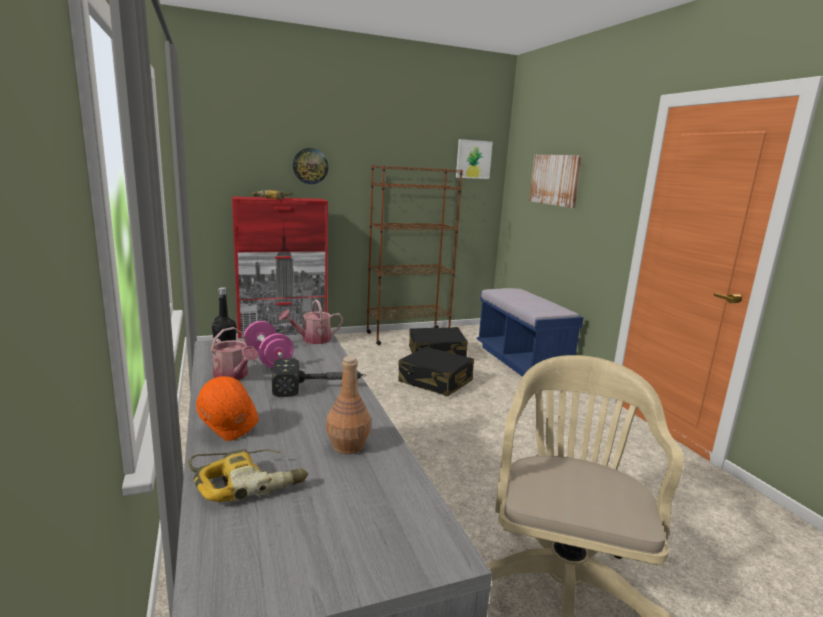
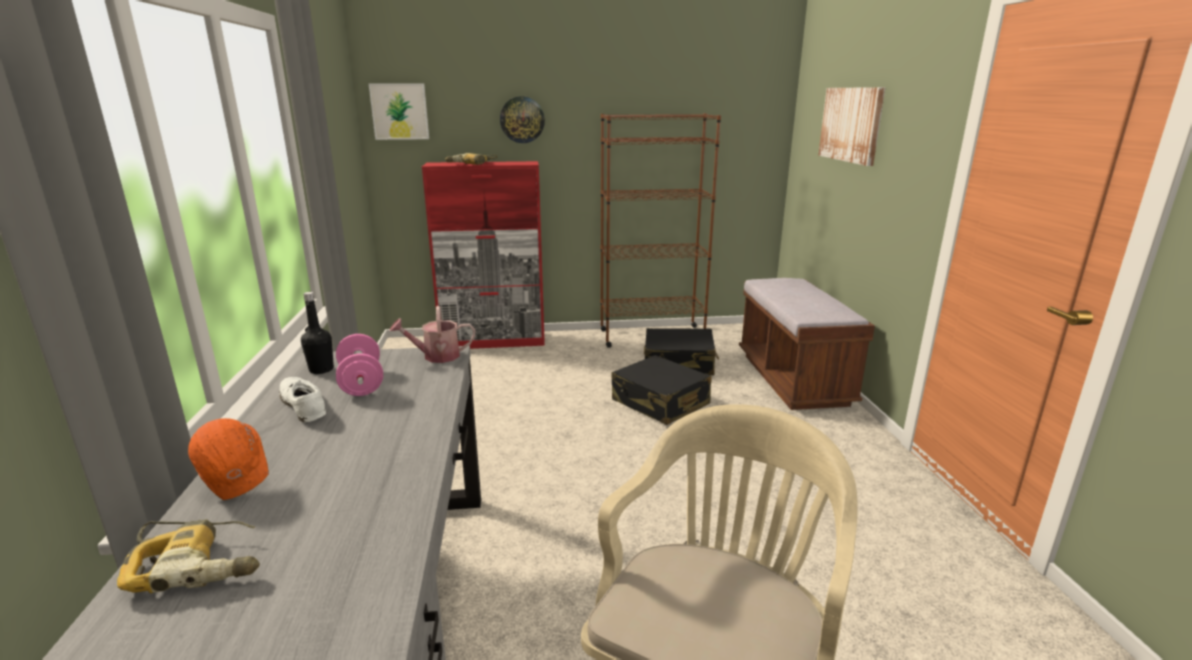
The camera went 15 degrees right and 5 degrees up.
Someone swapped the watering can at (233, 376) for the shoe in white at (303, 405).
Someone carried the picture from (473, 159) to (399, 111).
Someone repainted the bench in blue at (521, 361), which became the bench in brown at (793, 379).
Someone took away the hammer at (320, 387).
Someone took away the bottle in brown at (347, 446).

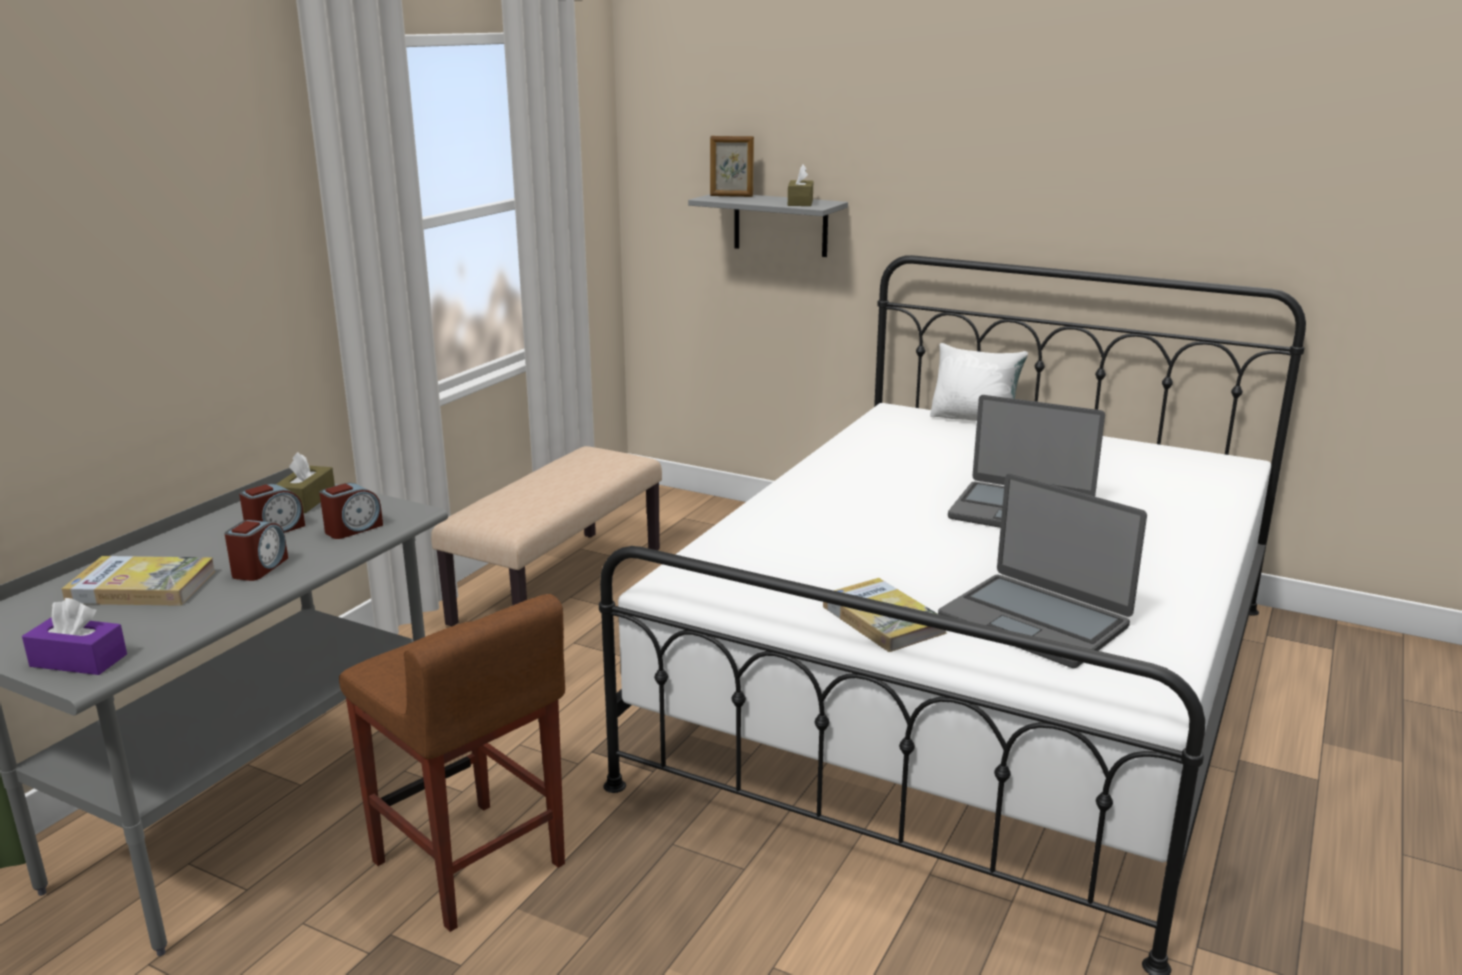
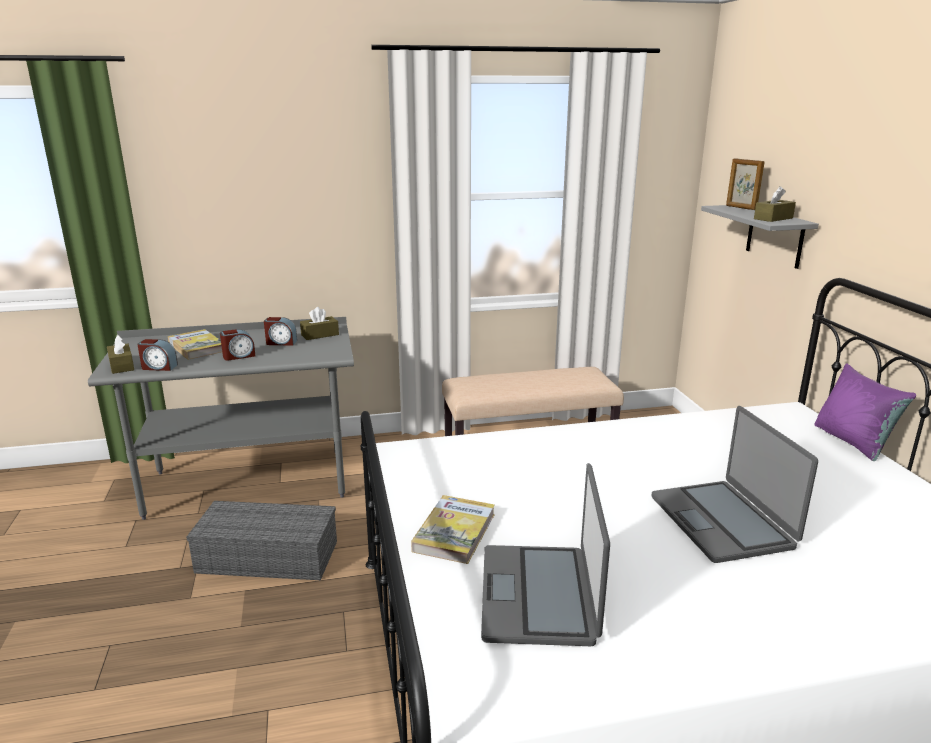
The camera went 50 degrees right and 0 degrees up.
Someone repainted the tissue box in purple at (78, 660), which became the tissue box in brown at (121, 366).
Someone carried the alarm clock from (353, 529) to (159, 367).
Someone swapped the stool in brown at (470, 864) for the storage box in grey at (265, 557).
Someone repainted the pillow in white at (975, 419), which became the pillow in purple at (853, 442).

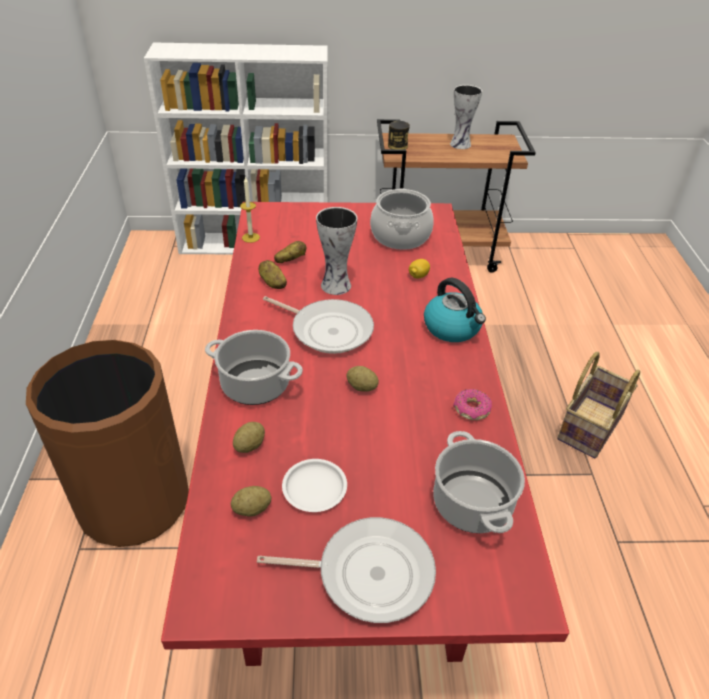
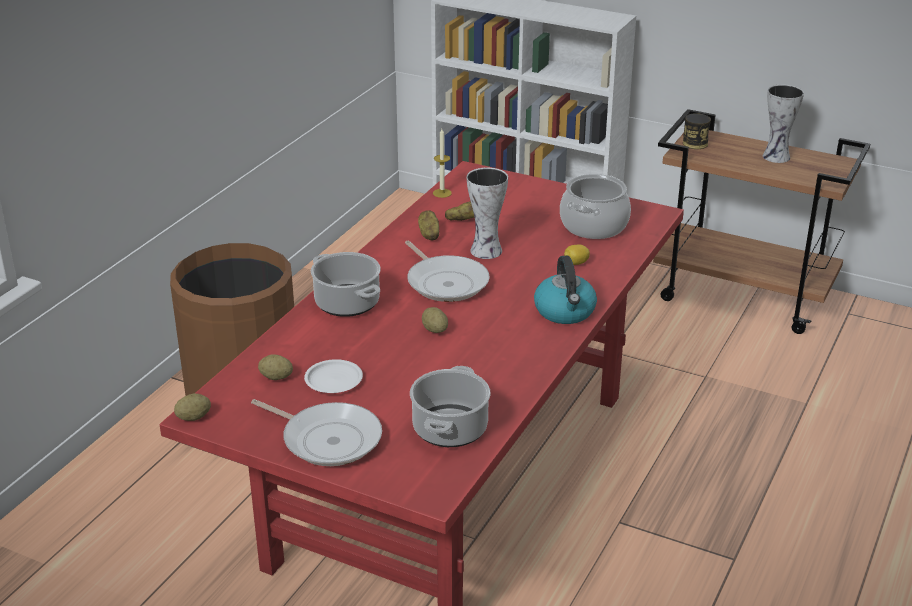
The camera went 30 degrees right and 10 degrees down.
Someone carried the potato from (249, 445) to (193, 417).
Someone took away the donut at (471, 409).
Someone took away the basket at (589, 426).

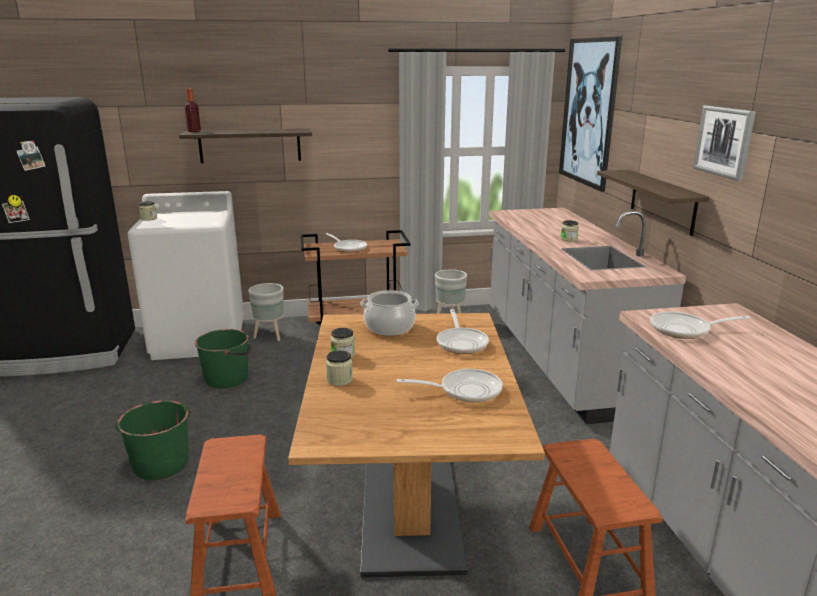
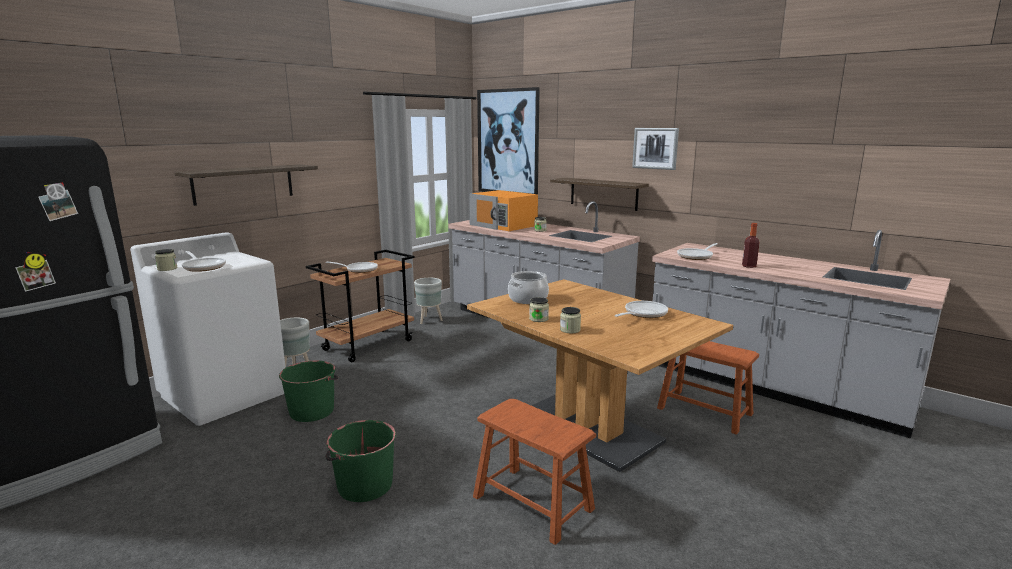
The camera went 40 degrees left and 5 degrees down.
Someone carried the frying pan from (461, 342) to (203, 267).
Someone put down the microwave in orange at (503, 225).
Someone carried the bottle from (194, 131) to (749, 266).

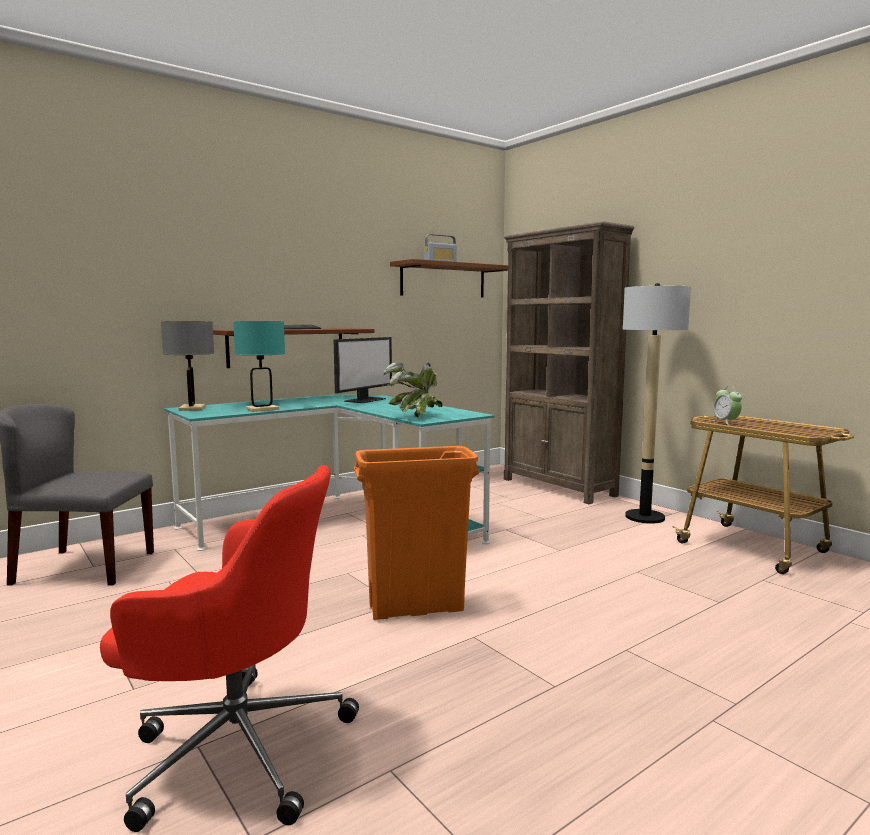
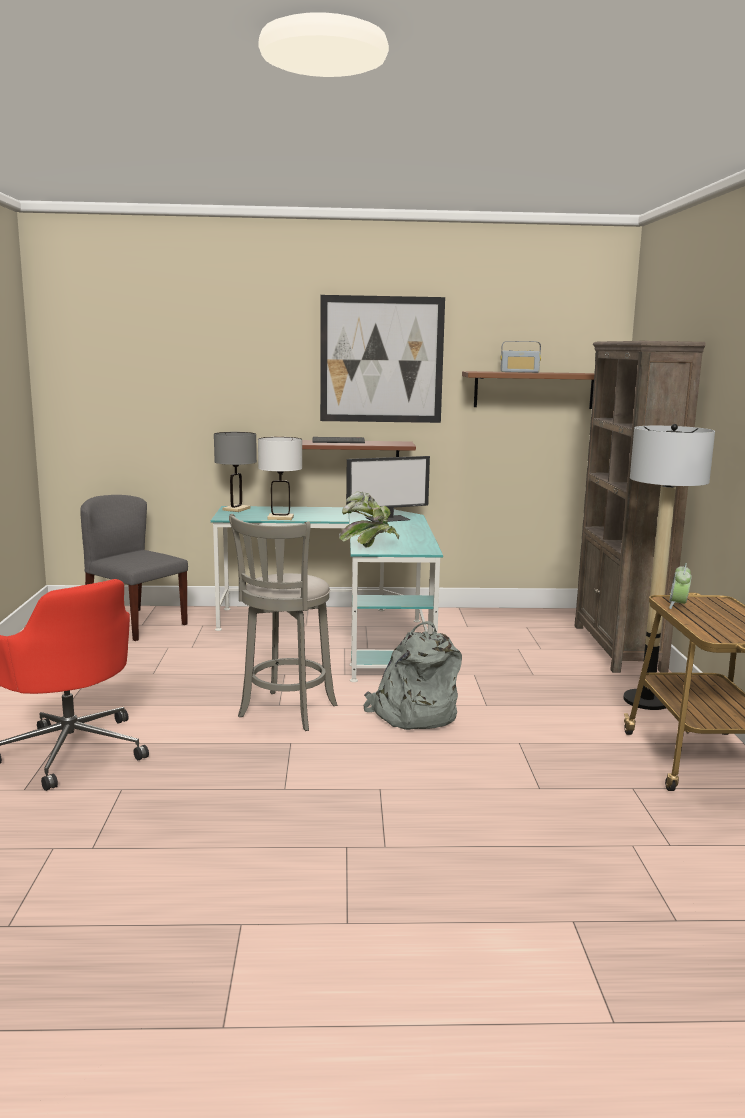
The camera went 35 degrees right and 5 degrees up.
Someone swapped the trash can in orange at (415, 609) for the stool in grey at (285, 713).
Someone repainted the table lamp in turquoise at (262, 409), which became the table lamp in white at (280, 518).
Someone put up the picture at (381, 360).
Someone put down the backpack in grey at (413, 714).

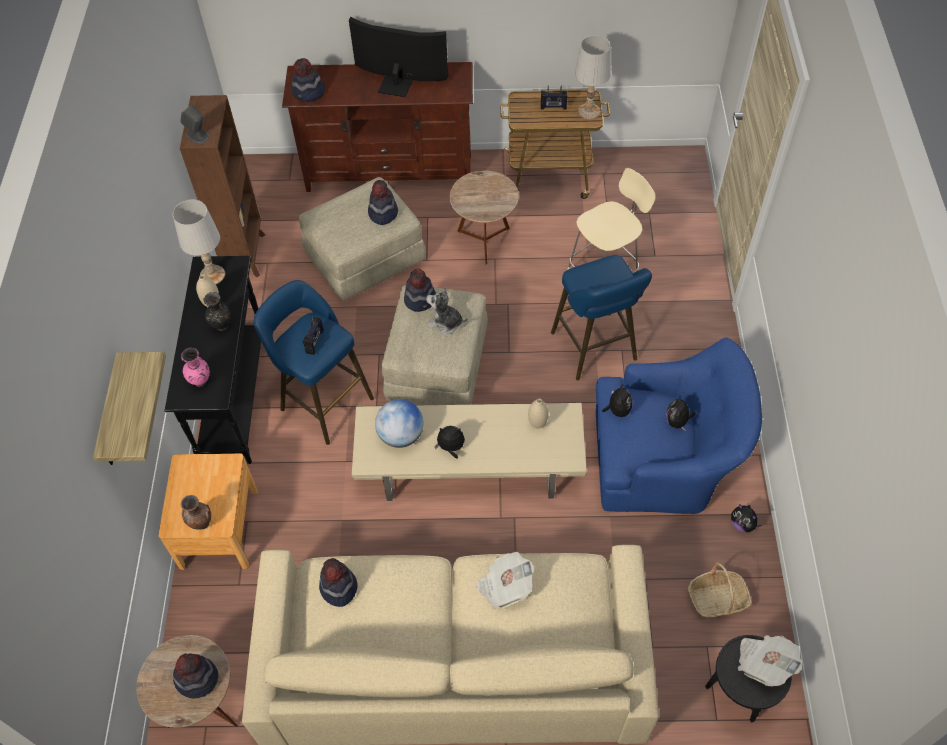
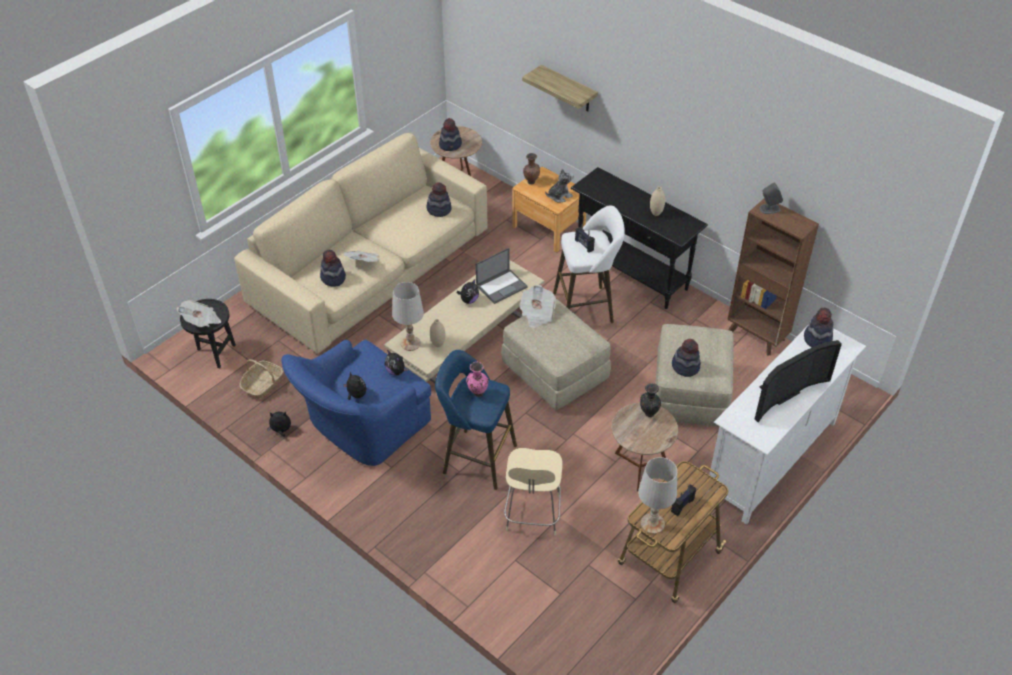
The camera went 130 degrees right and 10 degrees down.
Someone carried the hat from (420, 299) to (333, 278).
Someone carried the table lamp in white from (212, 275) to (410, 343).
Someone carried the vase in pink from (201, 382) to (477, 393).
Someone swapped the globe at (401, 435) for the laptop at (502, 286).
Someone put down the newspaper at (537, 314).
Someone carried the plush toy from (446, 323) to (559, 196).
Someone repainted the stool in blue at (323, 401), which became the stool in white at (587, 307).
Someone carried the vase in black from (222, 327) to (648, 413).
Someone repainted the tv stand in brown at (390, 172), which became the tv stand in white at (772, 460).

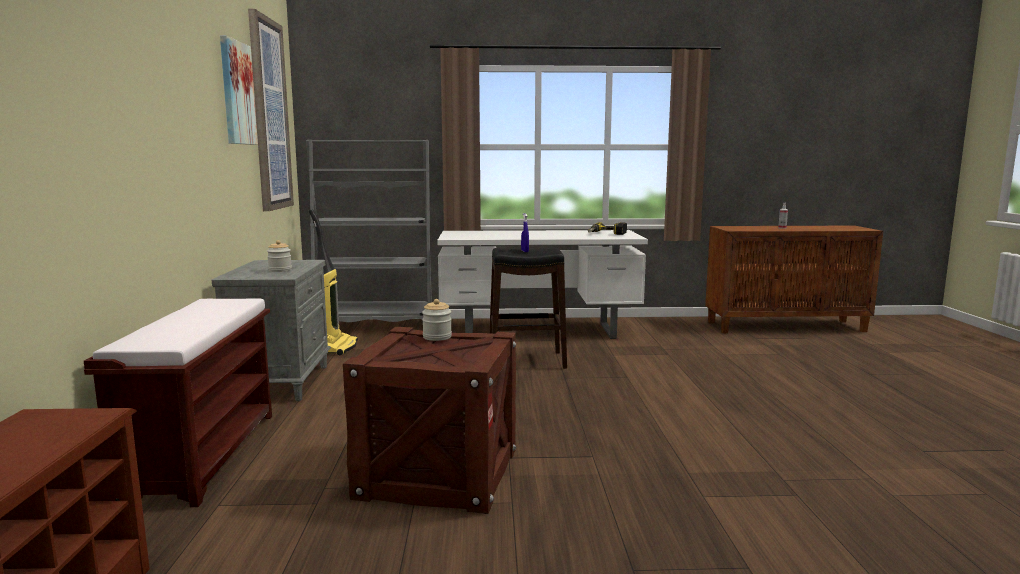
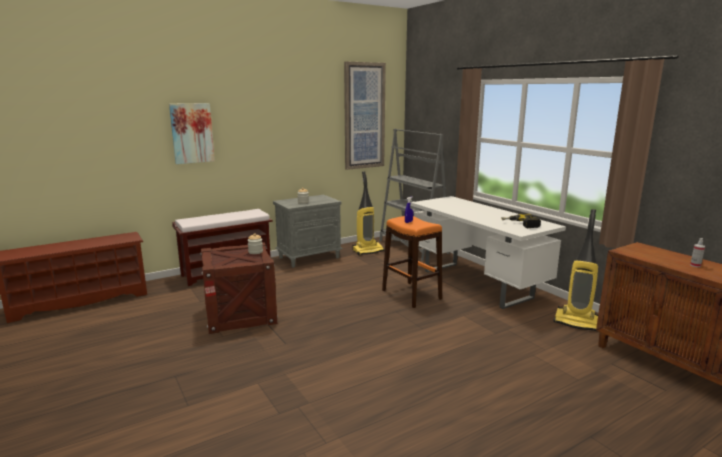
The camera went 60 degrees right and 5 degrees up.
Someone carried the picture from (236, 93) to (192, 133).
Someone repainted the stool in black at (526, 361), which became the stool in orange at (411, 294).
Someone put down the vacuum cleaner at (577, 322).

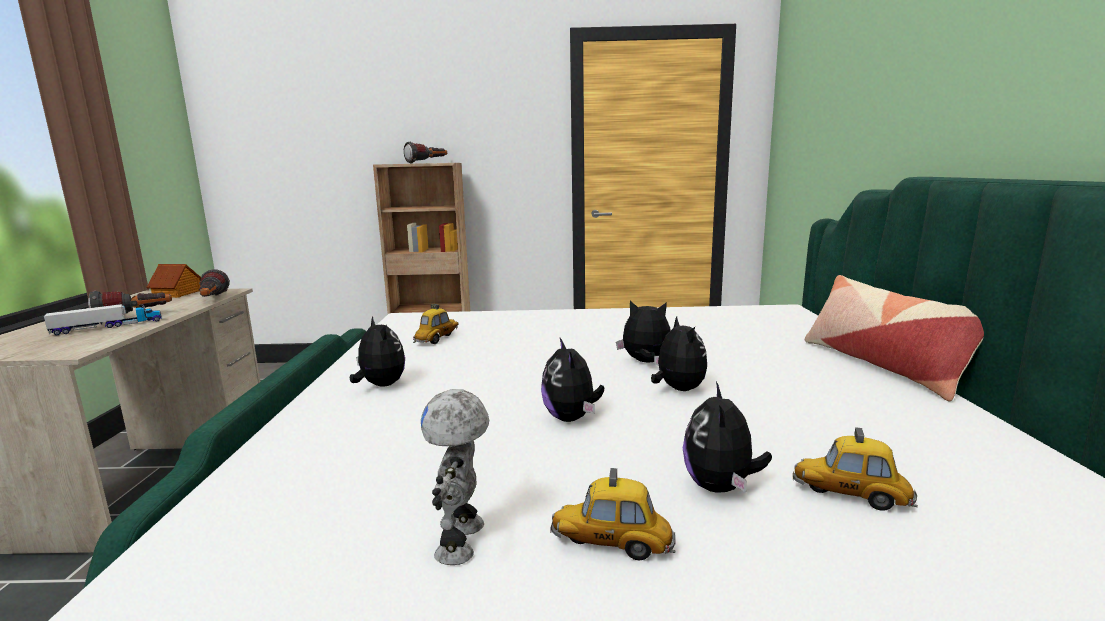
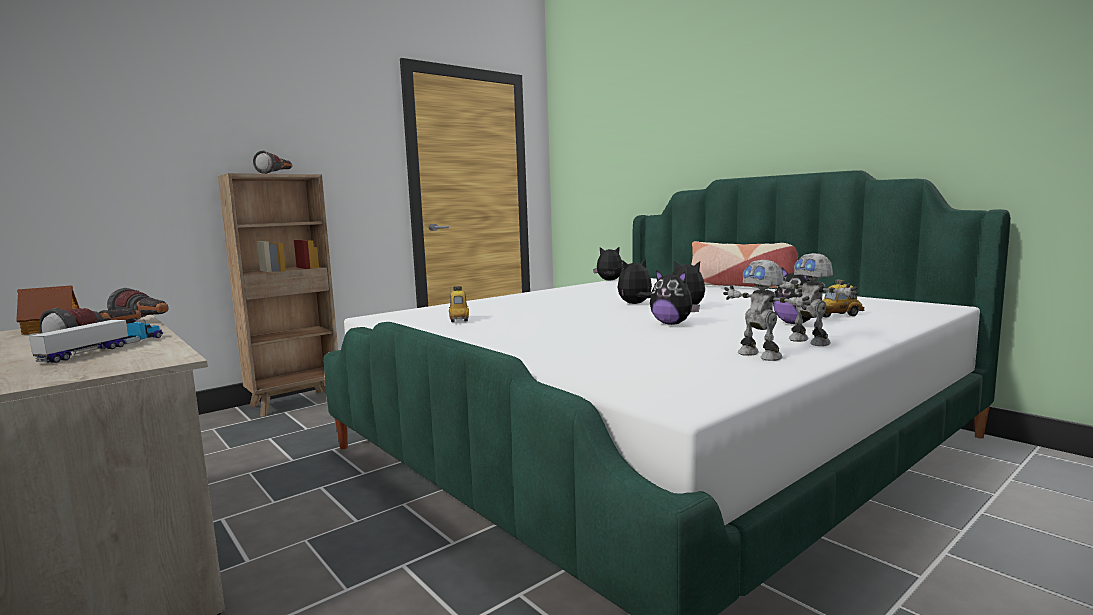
The camera went 40 degrees left and 5 degrees down.
Someone carried the plush toy from (380, 385) to (609, 280).
Someone swapped the toy car at (612, 545) for the toy robot at (810, 341).

